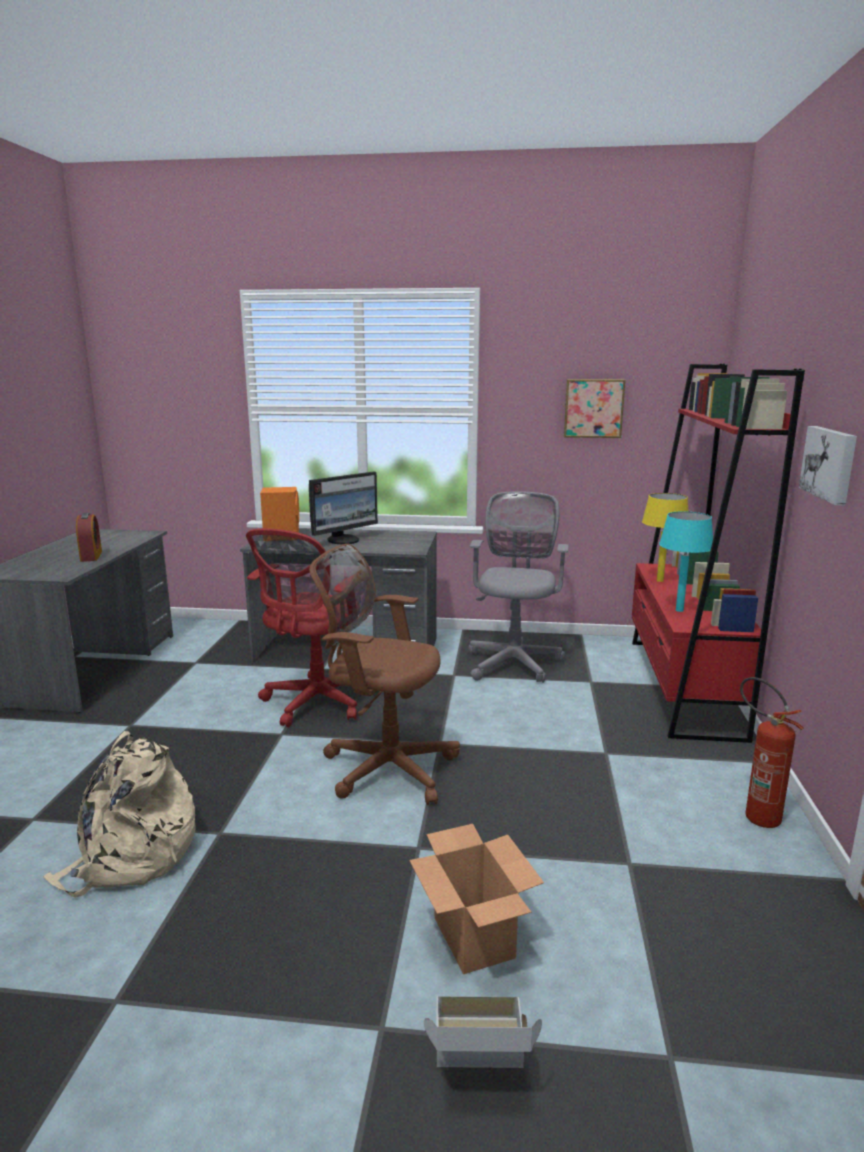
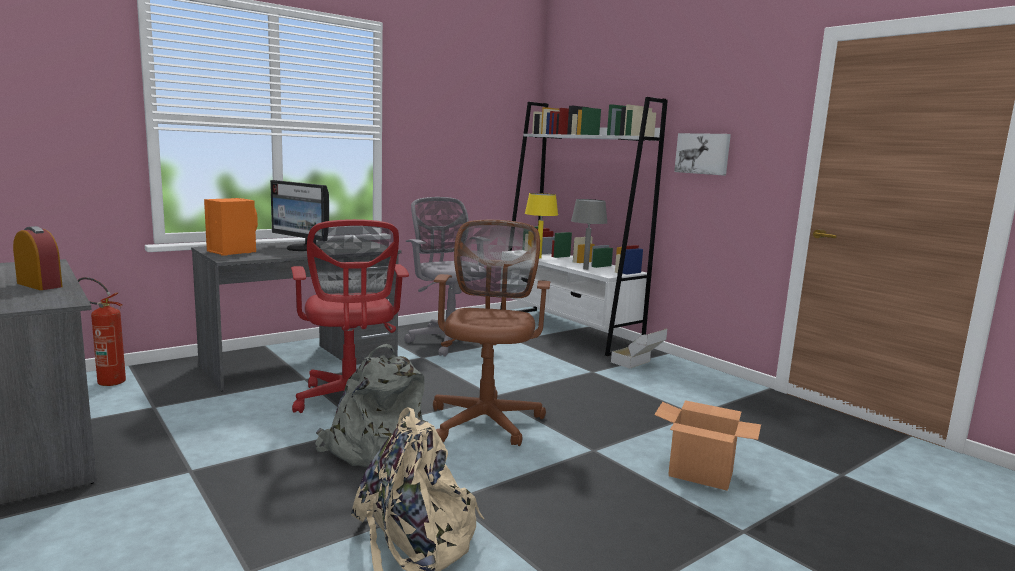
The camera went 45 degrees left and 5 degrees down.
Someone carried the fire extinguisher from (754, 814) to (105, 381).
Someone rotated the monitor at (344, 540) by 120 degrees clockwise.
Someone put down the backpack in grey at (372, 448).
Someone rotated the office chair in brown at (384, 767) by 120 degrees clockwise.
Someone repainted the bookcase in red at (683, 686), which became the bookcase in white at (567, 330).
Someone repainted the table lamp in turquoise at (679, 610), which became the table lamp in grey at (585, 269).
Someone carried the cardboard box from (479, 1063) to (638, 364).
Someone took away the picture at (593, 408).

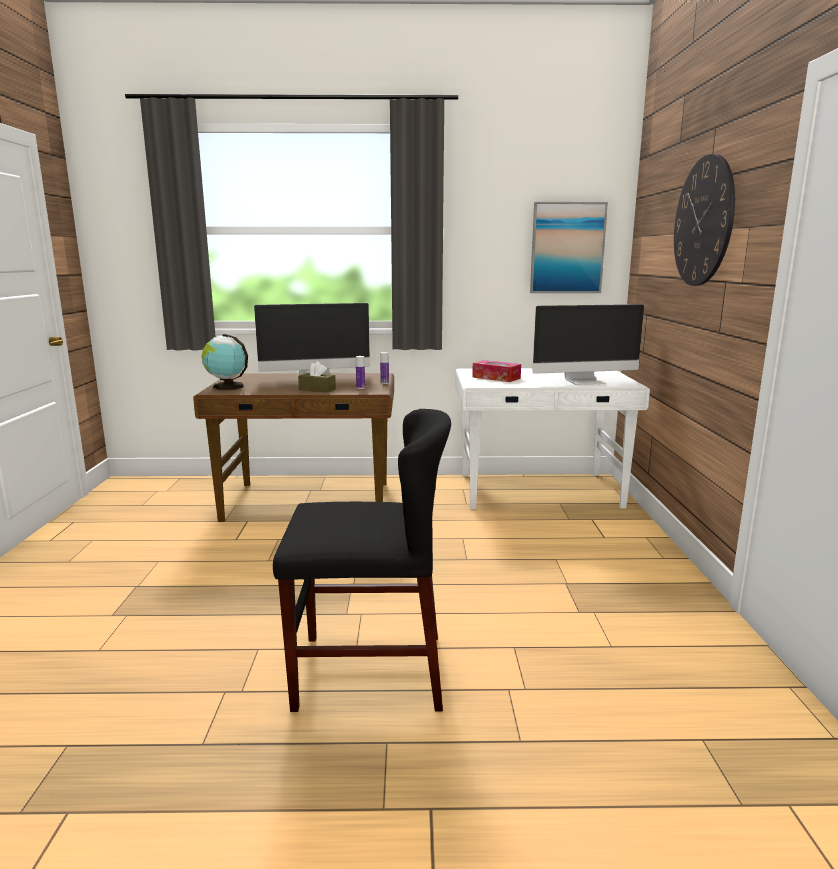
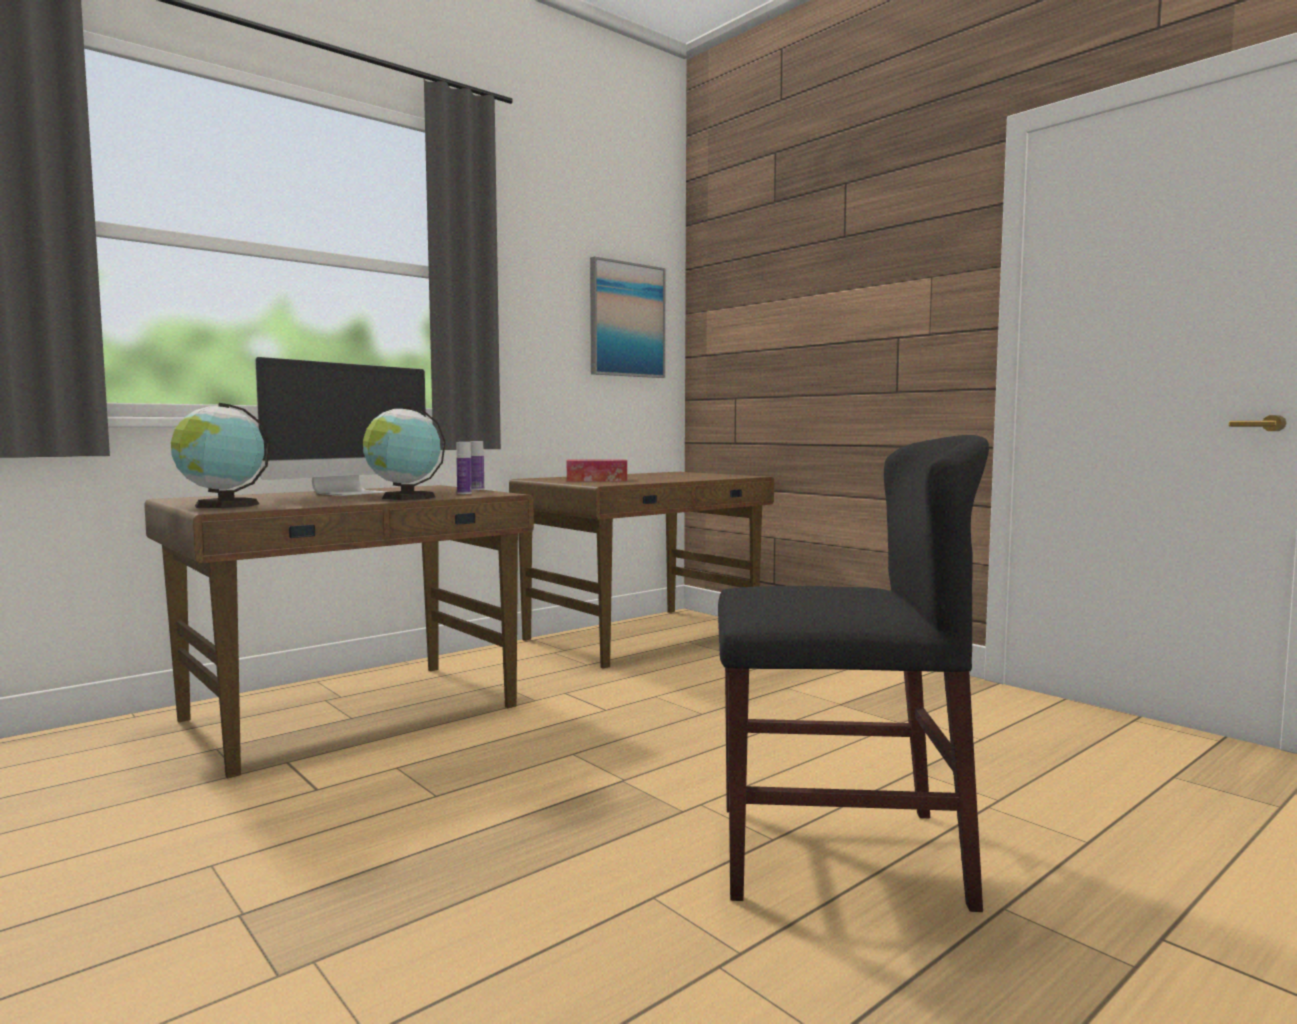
The camera went 40 degrees left and 10 degrees down.
Someone swapped the tissue box in brown at (317, 389) for the globe at (404, 497).
Someone repainted the desk in white at (539, 491), which became the desk in brown at (645, 636).
Someone rotated the chair in black at (369, 671) by 45 degrees clockwise.
Someone took away the monitor at (585, 381).
Someone took away the wall clock at (703, 221).

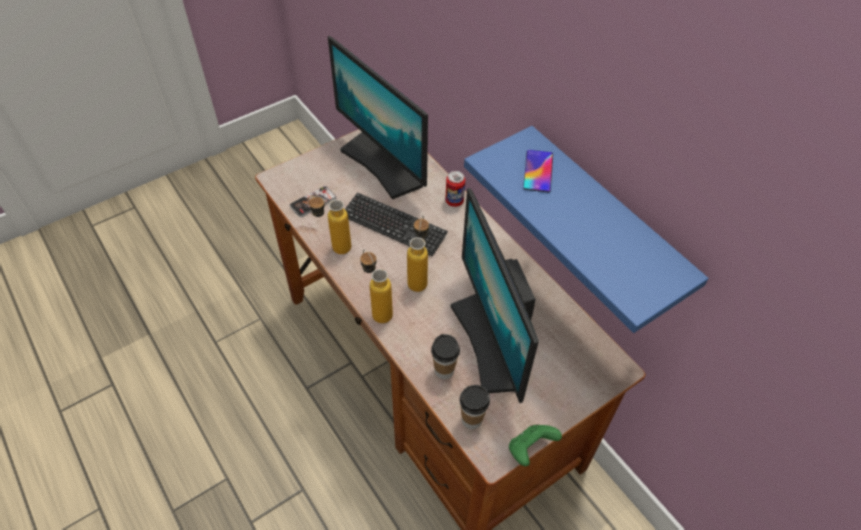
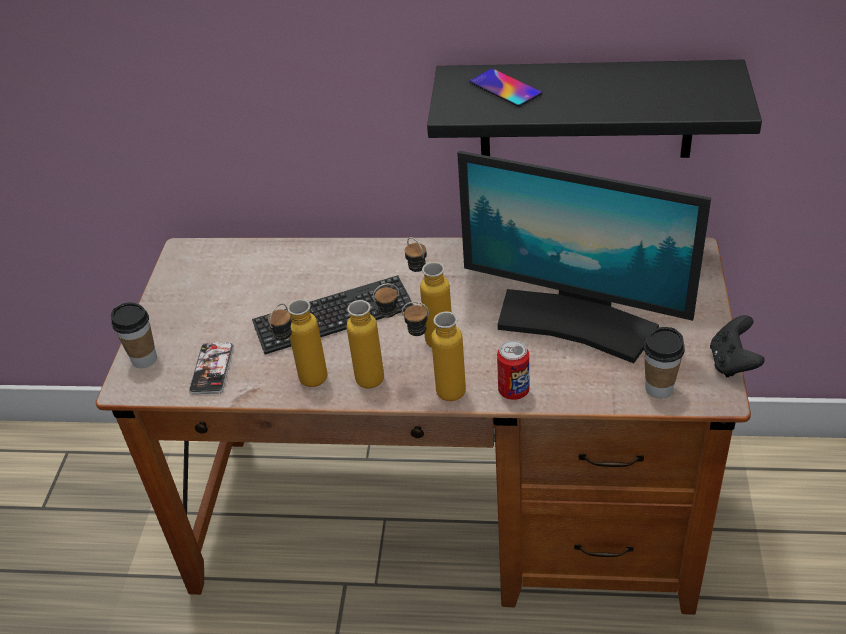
The camera went 45 degrees left and 10 degrees down.
Someone carried the cup from (444, 370) to (144, 359).
Someone put down the bottle at (382, 376).
Someone repainted the shelf in blue at (603, 225), which became the shelf in black at (586, 111).
Someone carried the can from (454, 201) to (513, 391).
Someone repainted the game controller in green at (530, 449), which became the game controller in black at (732, 363).
Someone took away the monitor at (383, 165).

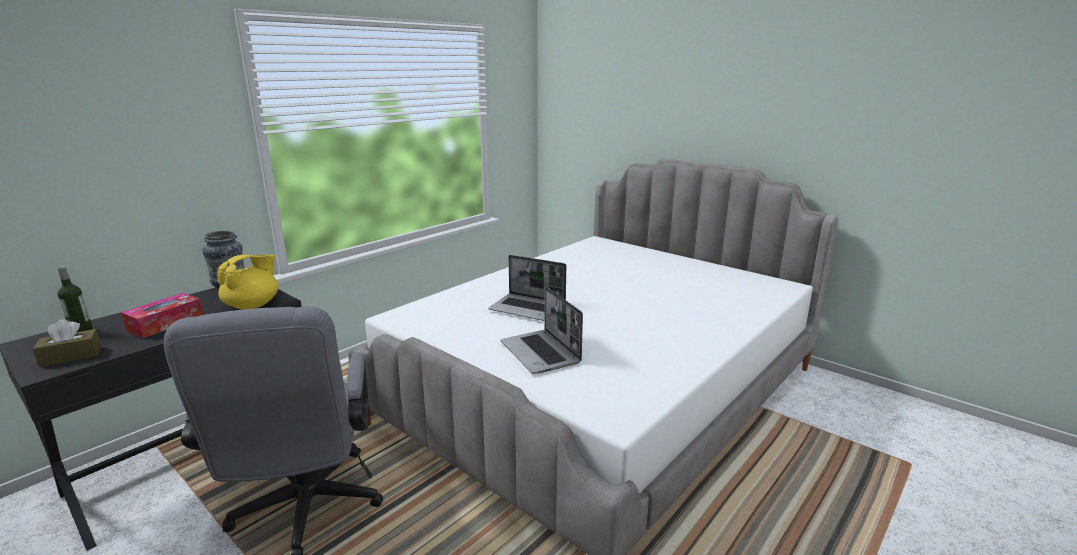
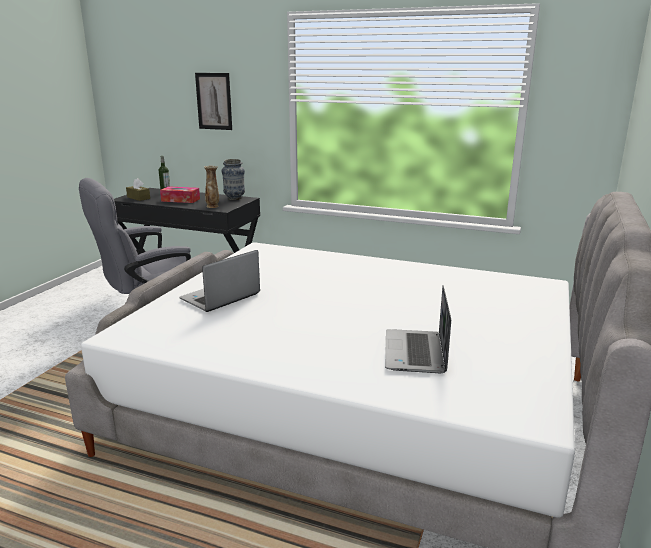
The camera went 70 degrees right and 0 degrees up.
Someone put up the picture at (214, 101).
Someone swapped the teapot in yellow at (253, 305) for the vase at (213, 206).
Someone carried the laptop from (528, 309) to (416, 353).

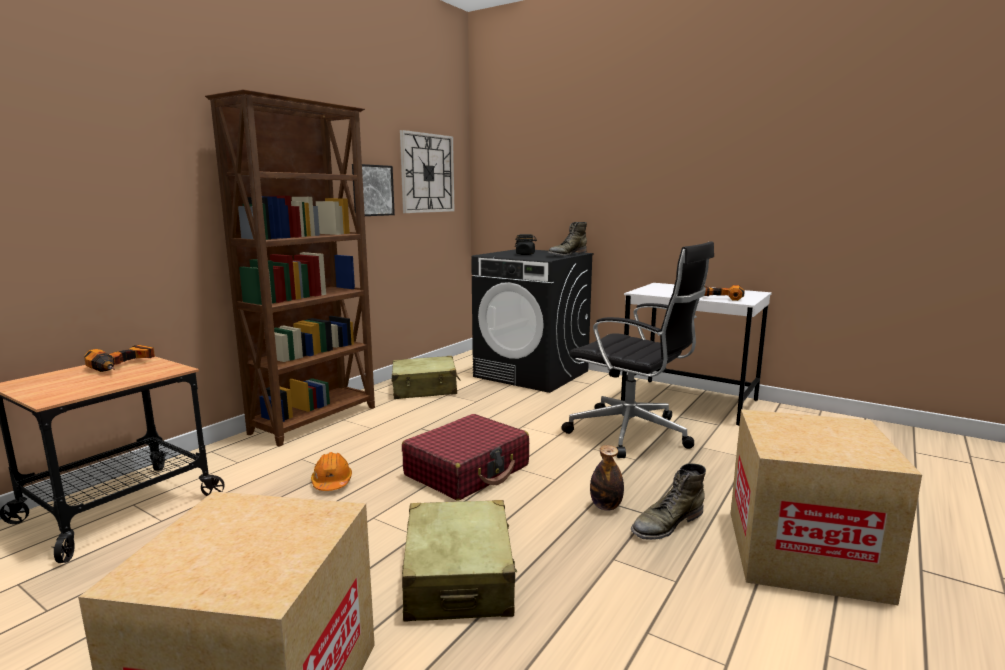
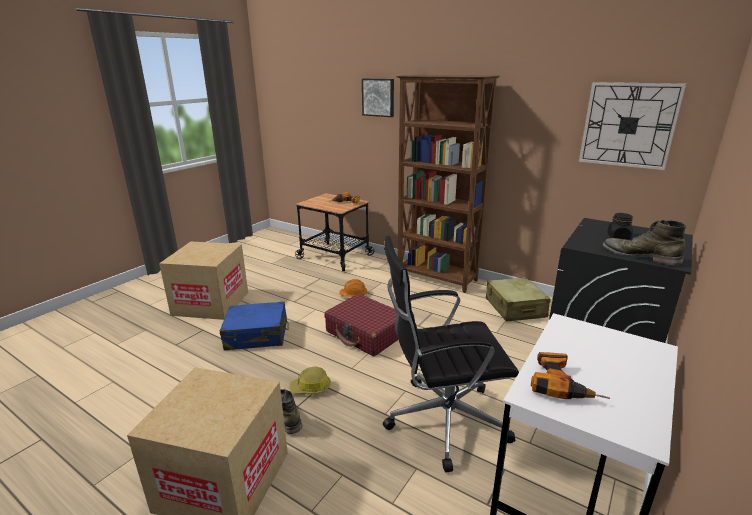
The camera went 90 degrees right and 10 degrees up.
Someone repainted the suitcase in beige at (458, 578), which became the suitcase in blue at (257, 335).
Someone swapped the bottle at (606, 506) for the hard hat at (311, 388).
Someone carried the picture from (371, 190) to (378, 97).
Someone rotated the office chair in black at (632, 434) by 45 degrees clockwise.

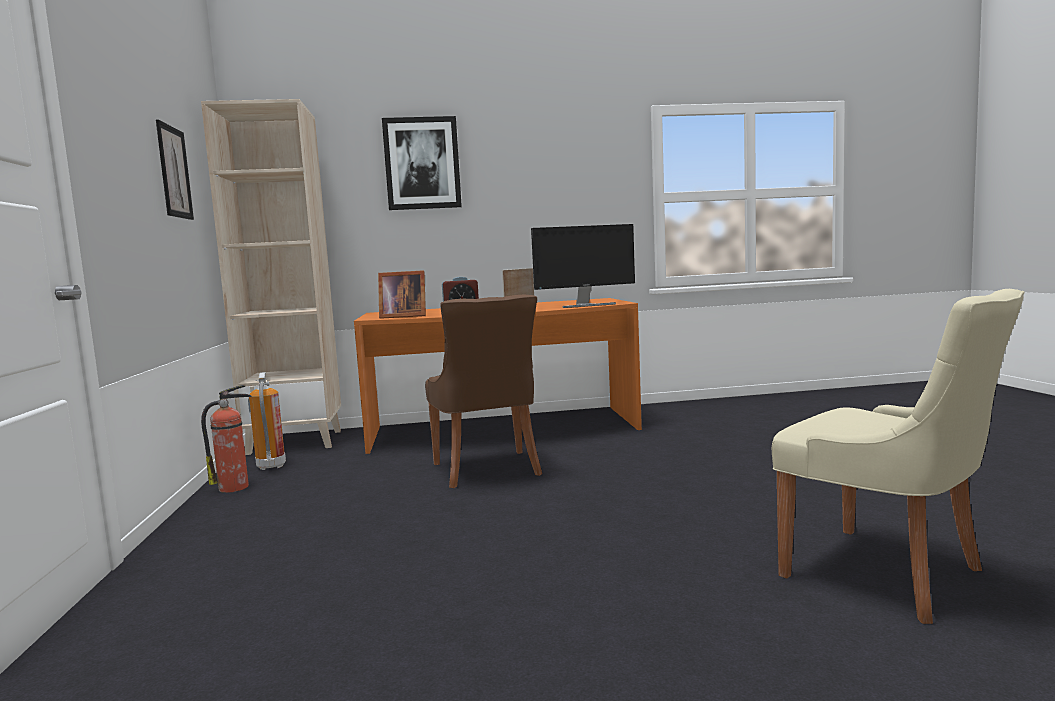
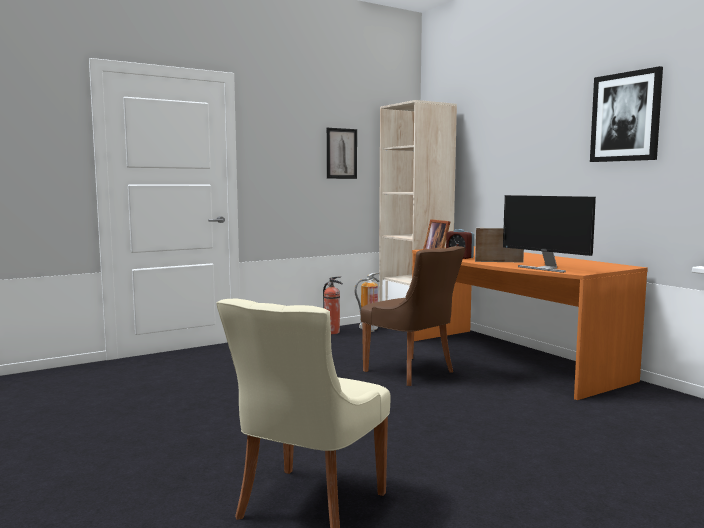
The camera went 65 degrees right and 0 degrees up.
Someone rotated the chair in brown at (488, 470) by 90 degrees counterclockwise.
Someone carried the picture from (422, 163) to (625, 117).

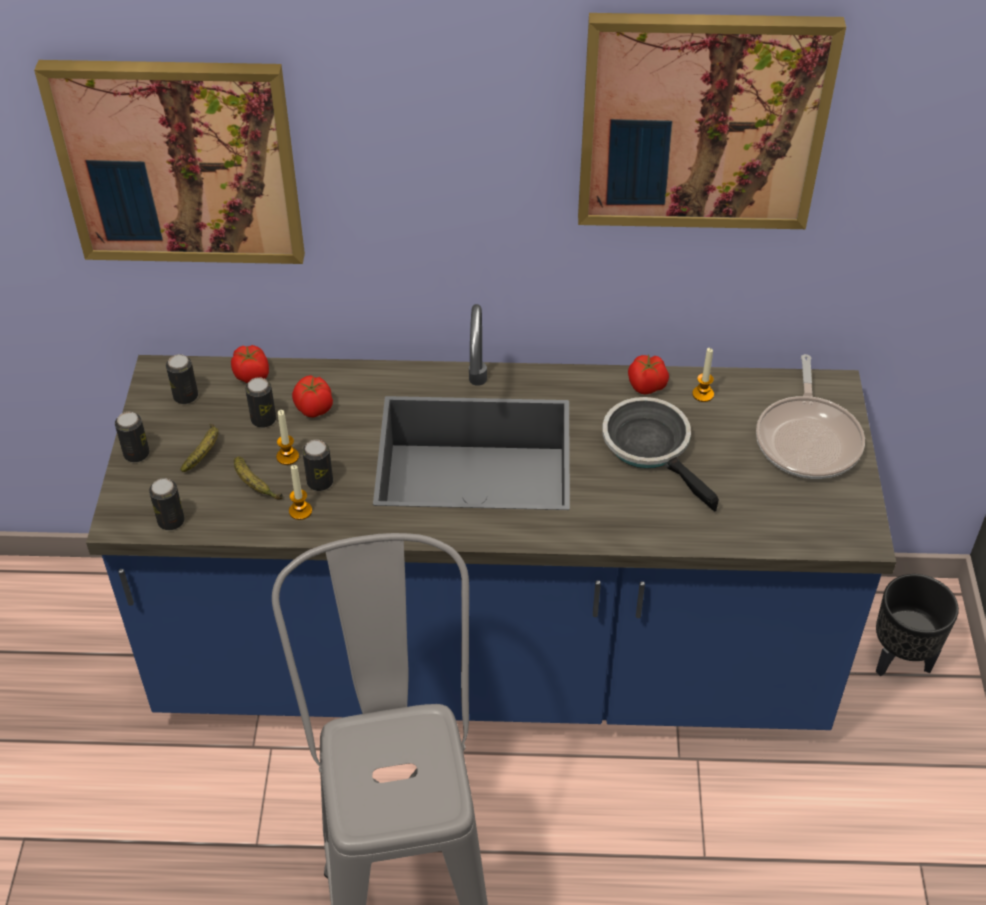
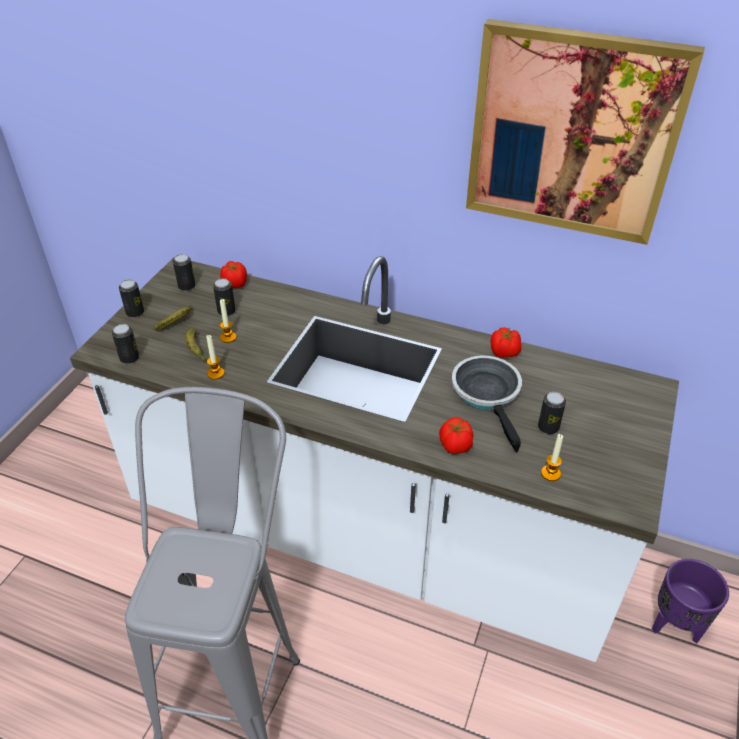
The camera went 20 degrees right and 5 degrees down.
Someone repainted the counter in blue at (493, 662), which became the counter in white at (369, 534).
Someone carried the tomato from (313, 409) to (455, 446).
Someone carried the can from (320, 482) to (548, 427).
Someone carried the candle from (703, 394) to (550, 473).
Someone repainted the planter in black at (900, 658), which became the planter in purple at (675, 624).
Someone took away the picture at (179, 162).
Someone took away the frying pan at (808, 439).

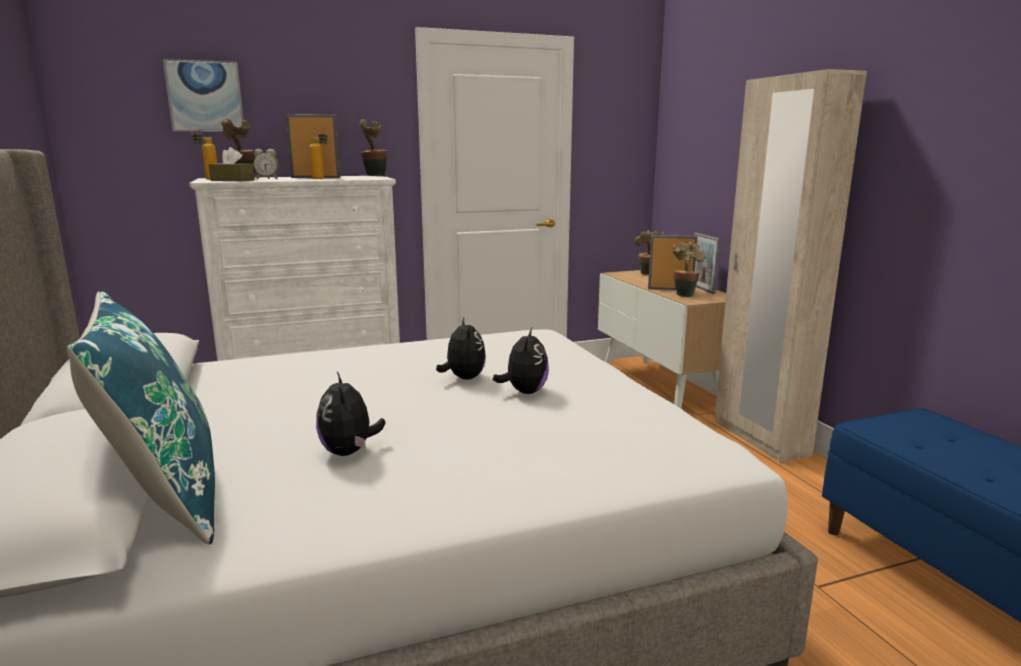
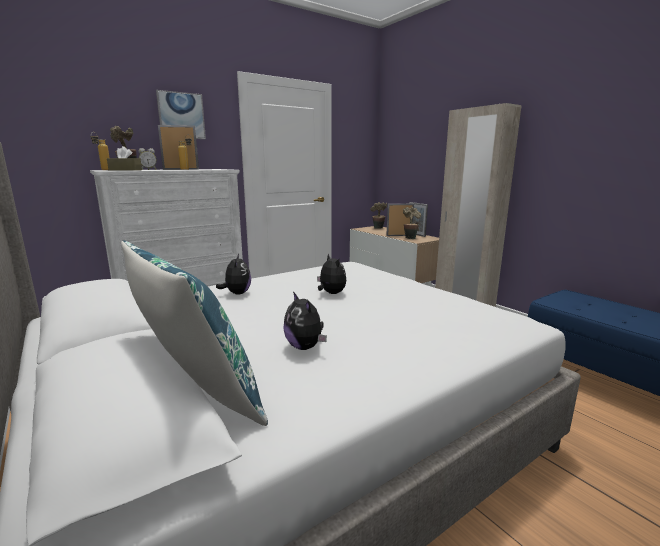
The camera went 15 degrees left and 0 degrees up.
Someone carried the picture from (205, 96) to (181, 115).
Someone carried the plush toy from (524, 392) to (237, 293).
Someone took away the potted plant at (374, 177).

